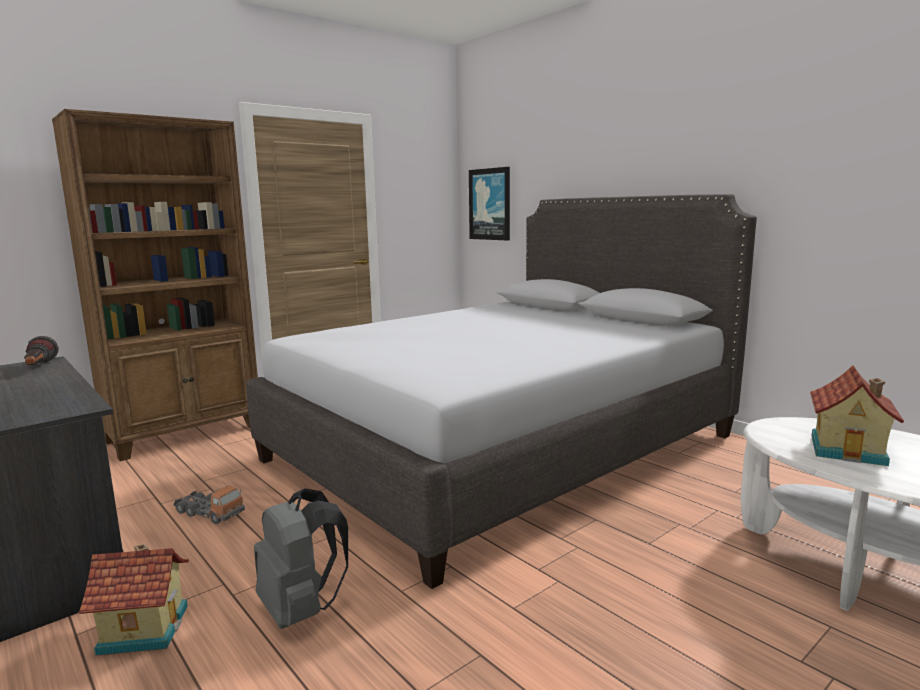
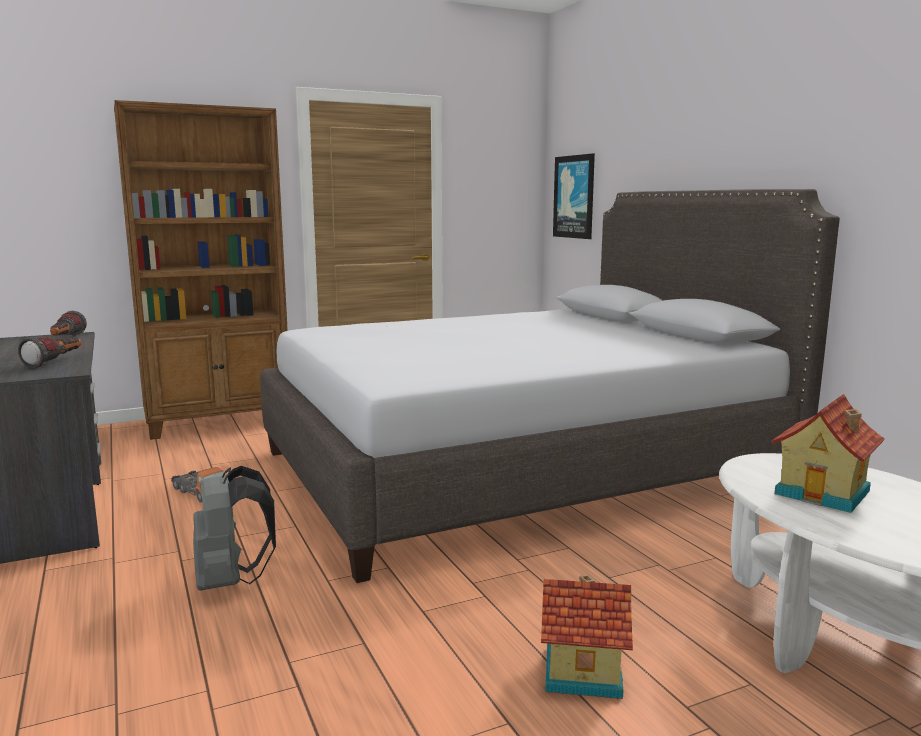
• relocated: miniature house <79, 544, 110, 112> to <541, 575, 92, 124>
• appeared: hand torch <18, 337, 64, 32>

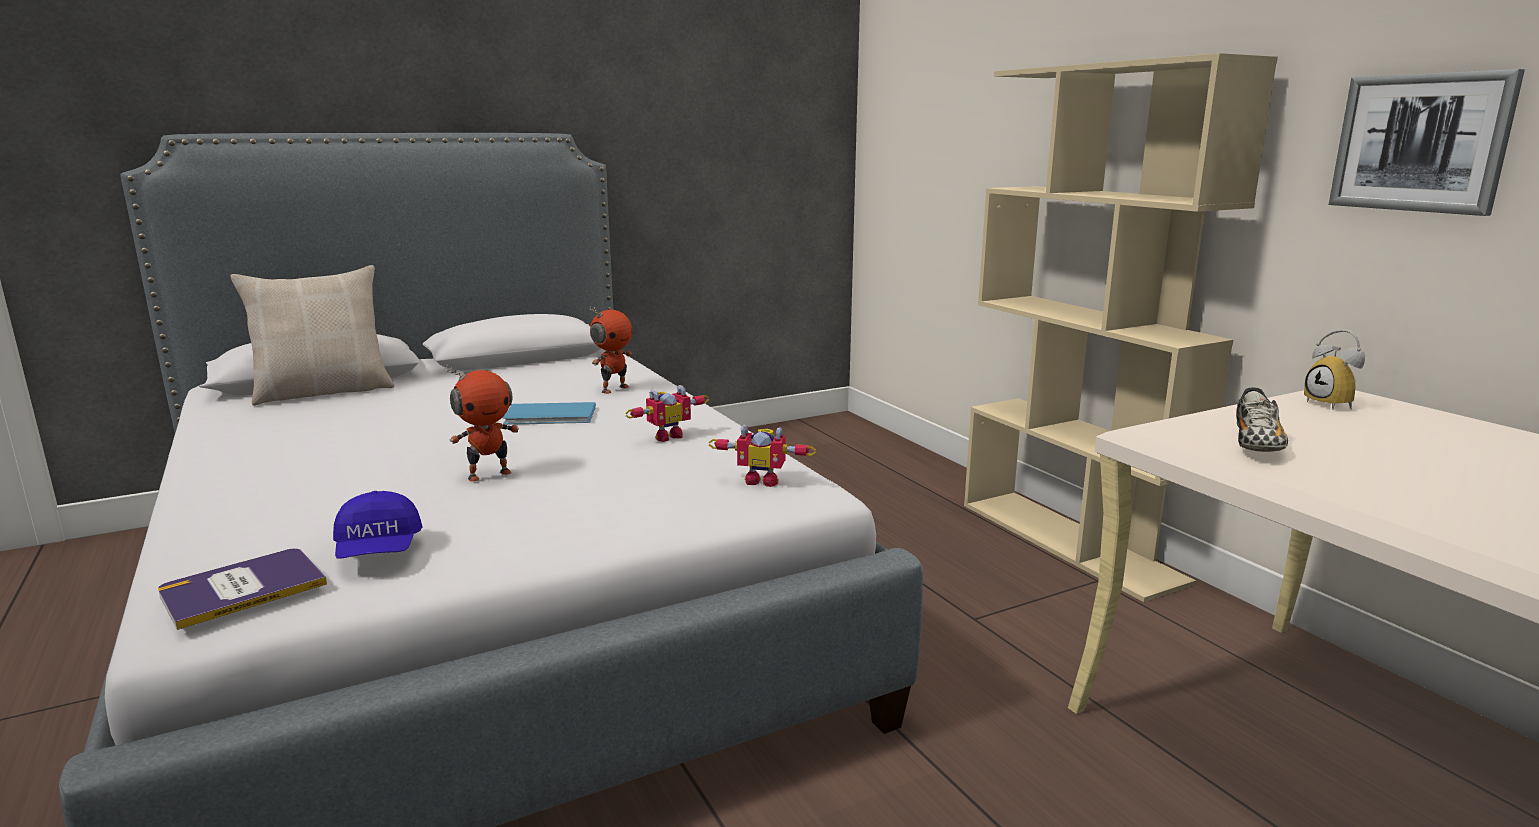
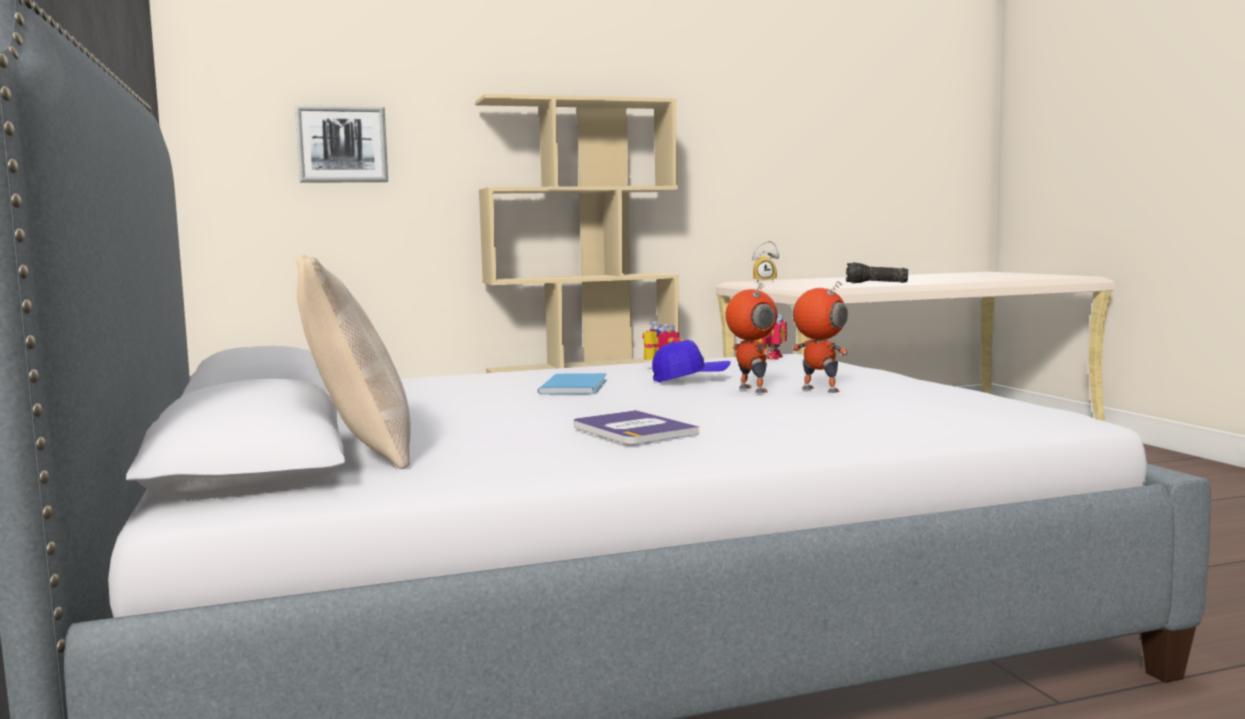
• relocated: wall art <1329, 69, 196, 147> to <295, 105, 93, 78>
• relocated: toy robot <590, 306, 42, 88> to <792, 280, 56, 113>
• missing: item of footwear <1236, 387, 52, 65>
• relocated: blue baseball cap <333, 491, 90, 68> to <652, 340, 79, 42>
• relocated: bound book <158, 549, 169, 81> to <574, 410, 125, 34>
• appeared: hand torch <846, 262, 62, 21>

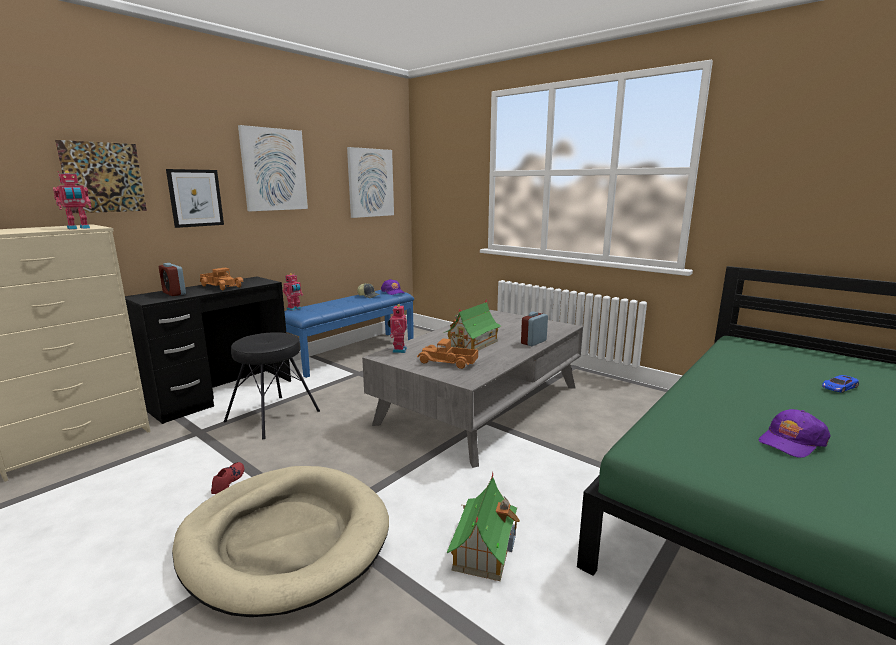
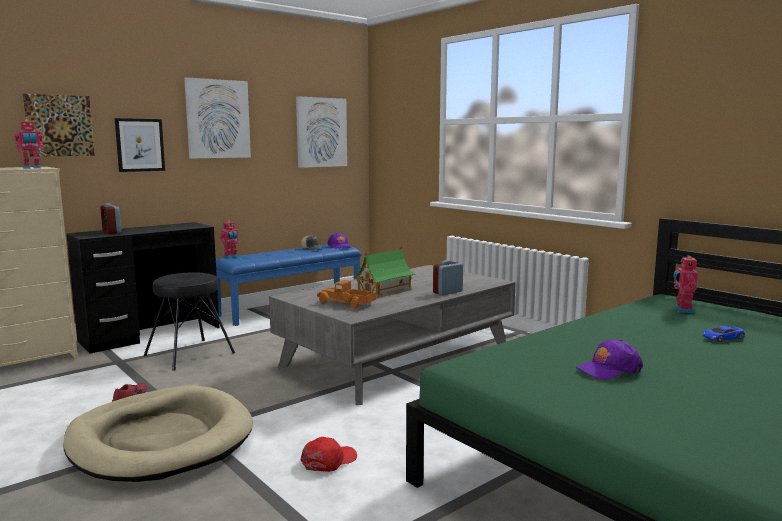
• missing: toy lorry <199, 268, 44, 22>
• relocated: toy robot <388, 304, 19, 49> to <673, 255, 25, 58>
• exchanged: miniature house <447, 472, 73, 109> to red-coloured baseball cap <301, 437, 56, 35>

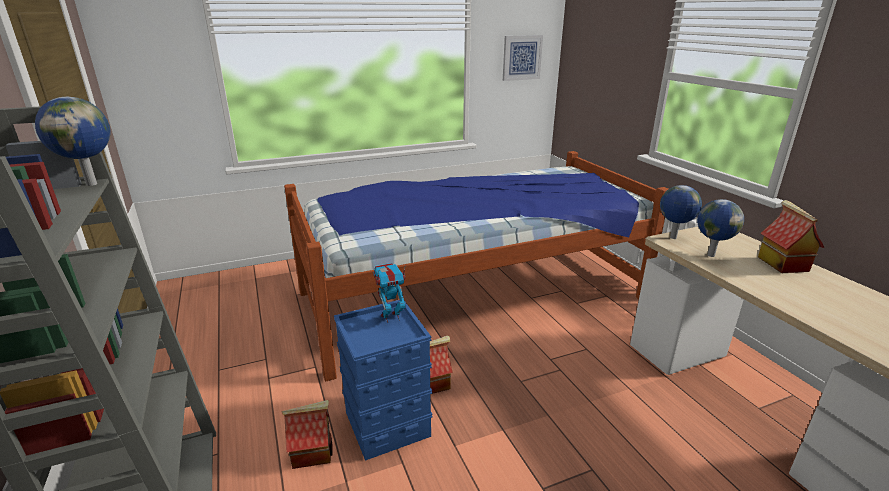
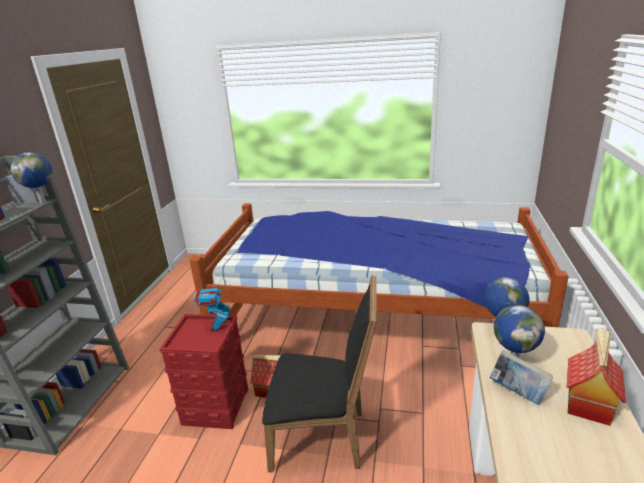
• missing: wall art <503, 35, 40, 46>
• spun: toy robot <373, 263, 33, 60> = <194, 280, 36, 52> 105 degrees counterclockwise
• colour: blue storage container <334, 300, 99, 161> to red-coloured storage container <159, 314, 89, 115>
• missing: miniature house <281, 400, 52, 69>
• appeared: black-coloured plain chair <262, 275, 115, 198>
• appeared: bound book <490, 350, 63, 55>

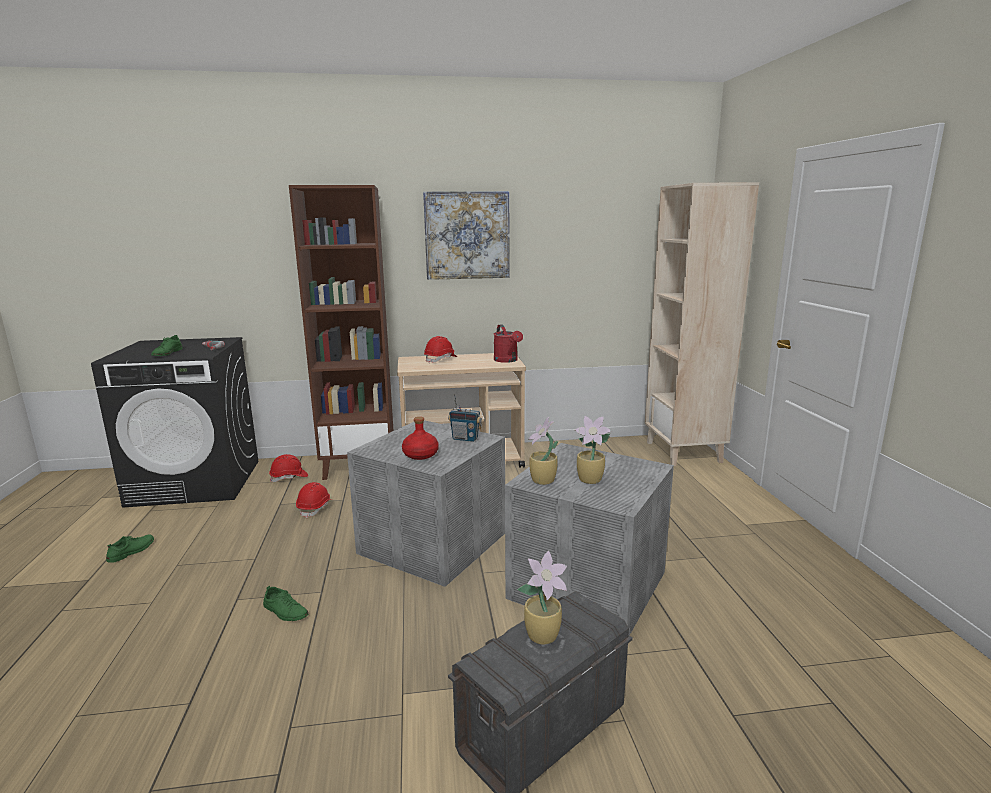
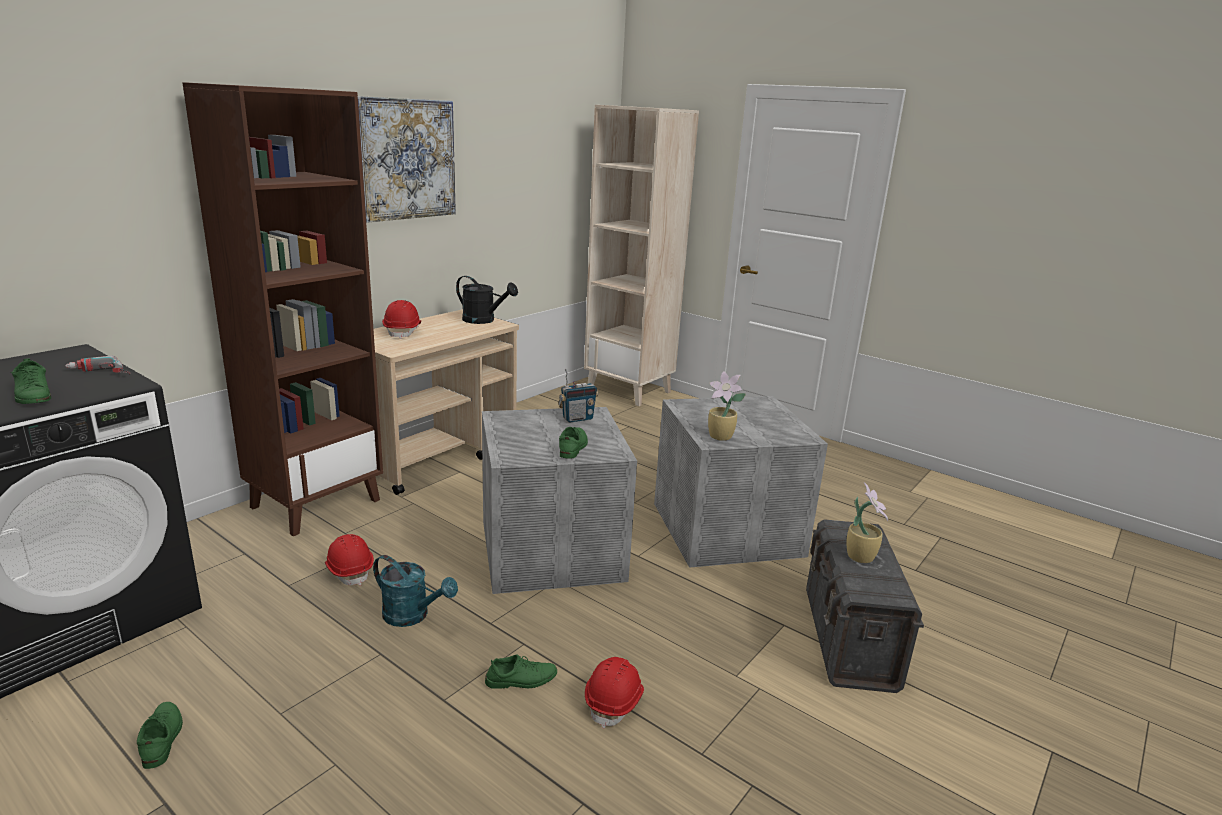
• colour: red-coloured watering pot <493, 324, 30, 39> to black-coloured watering pot <456, 276, 62, 48>
• missing: houseplant <575, 416, 37, 68>
• exchanged: red-coloured drink bottle <402, 417, 37, 43> to green item of footwear <559, 427, 29, 32>
• relocated: red-coloured work helmet <269, 454, 39, 28> to <585, 657, 59, 72>
• appeared: blue-green watering pot <373, 555, 85, 72>

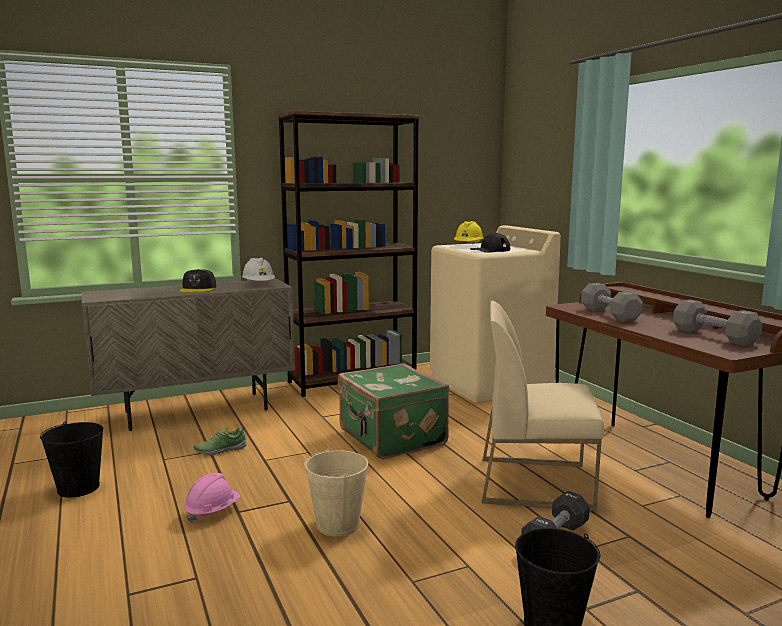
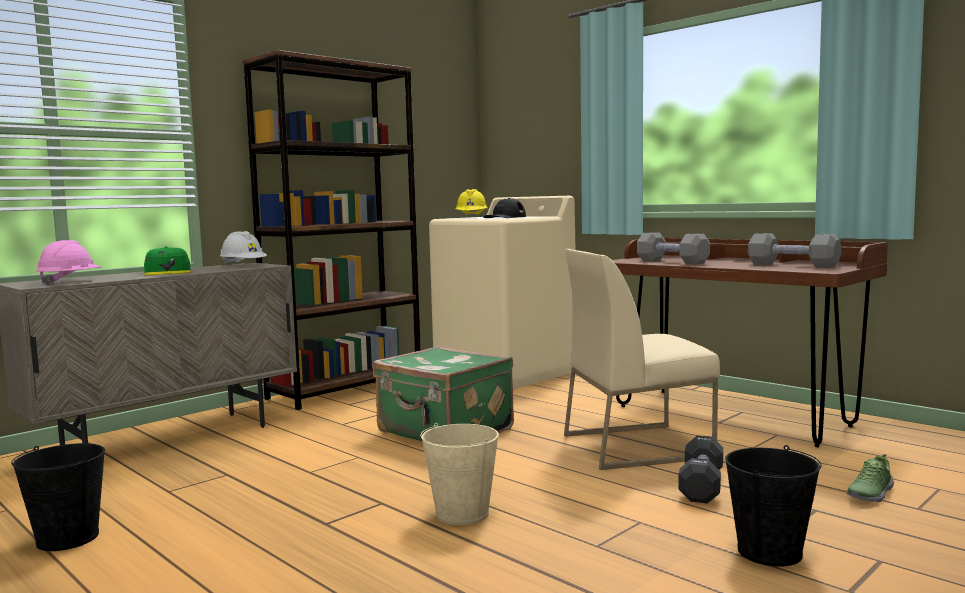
• colour: grey baseball cap <179, 269, 37, 24> to green baseball cap <144, 247, 47, 28>
• relocated: item of footwear <193, 427, 54, 29> to <846, 454, 48, 48>
• relocated: pink-coloured work helmet <184, 473, 57, 50> to <36, 240, 65, 45>

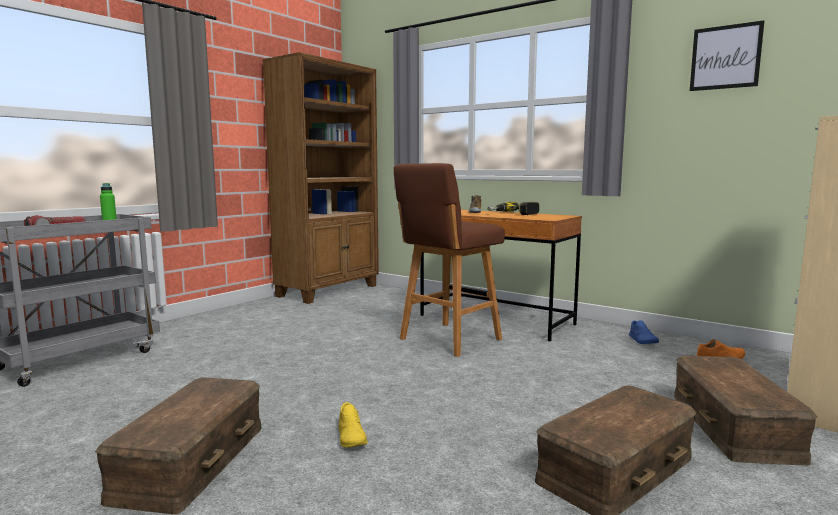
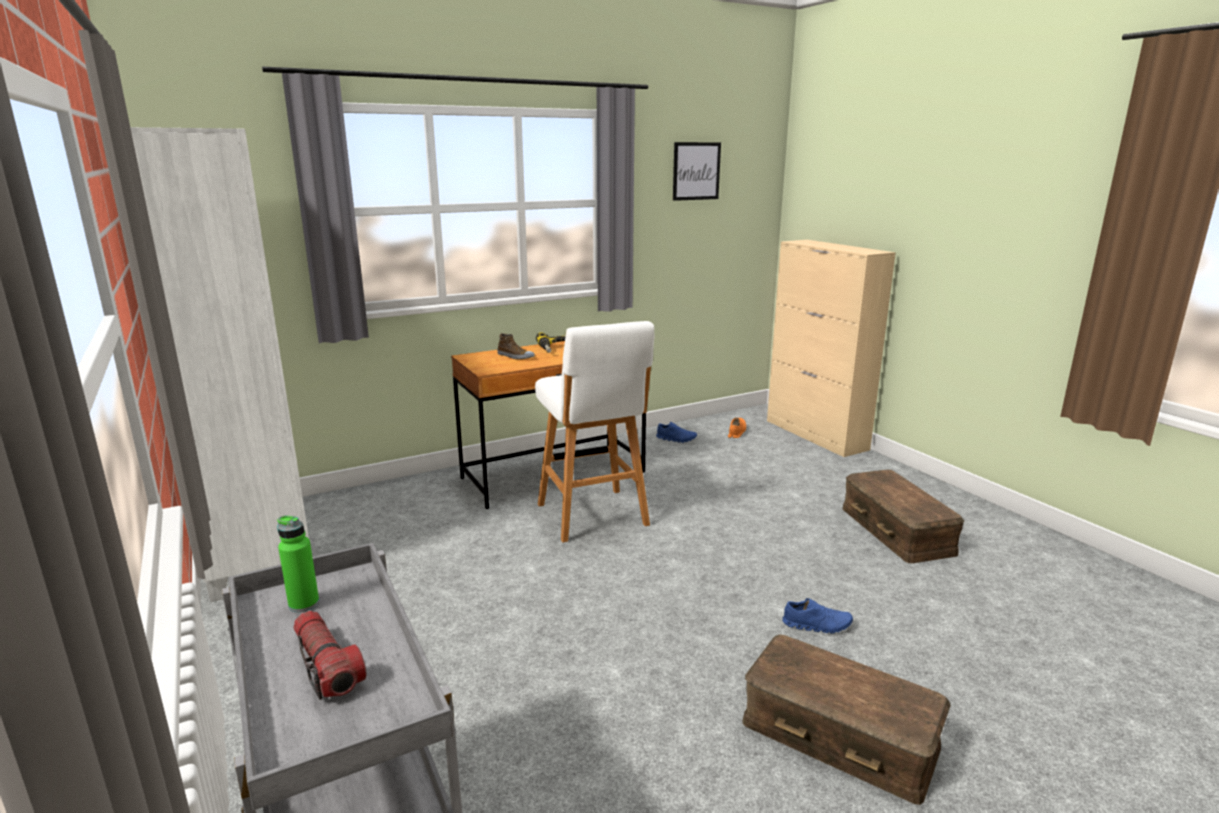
• colour: brown-coloured bookcase <263, 52, 116, 252> to white-coloured bookcase <130, 127, 179, 475>
• colour: brown-coloured sitting stool <394, 163, 111, 194> to white-coloured sitting stool <535, 321, 120, 221>
• missing: brown-coloured storage container <674, 355, 143, 111>
• colour: yellowish item of footwear <338, 402, 30, 46> to blue item of footwear <782, 598, 71, 35>

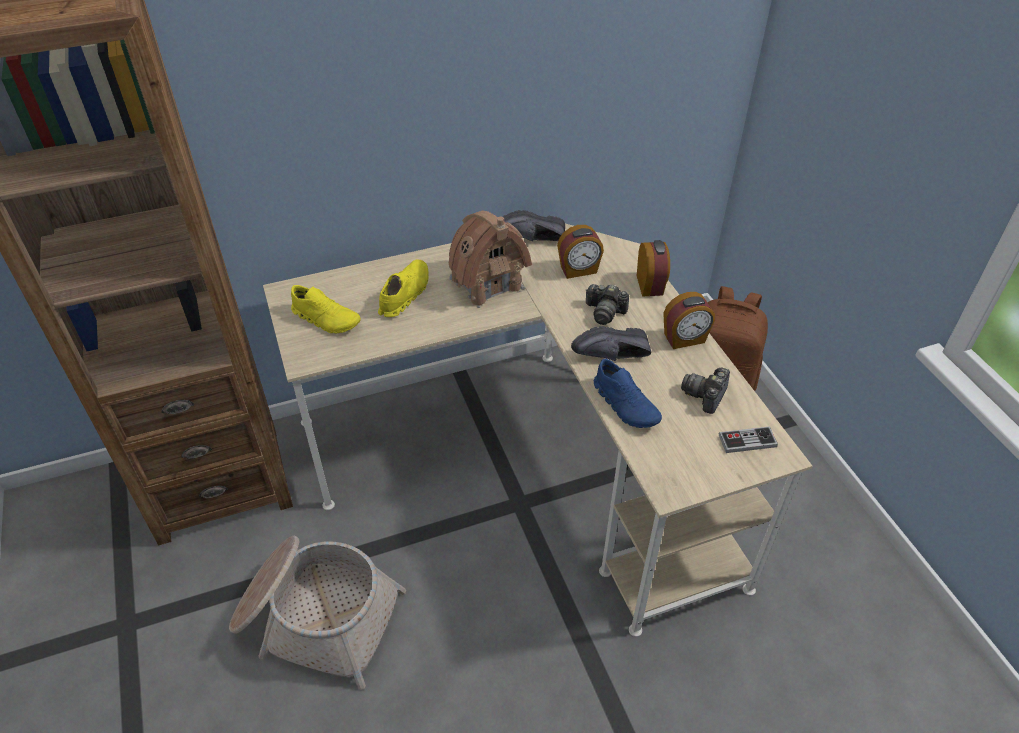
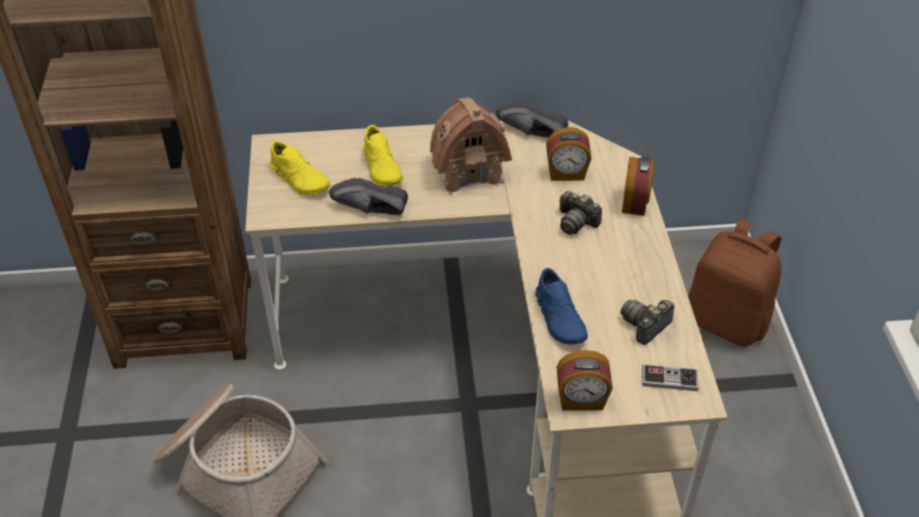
• spun: yellowish item of footwear <378, 259, 51, 58> = <363, 125, 40, 61> 120 degrees clockwise
• relocated: alarm clock <663, 292, 52, 57> to <557, 350, 56, 61>
• relocated: black-coloured item of footwear <571, 326, 80, 35> to <329, 178, 79, 37>

